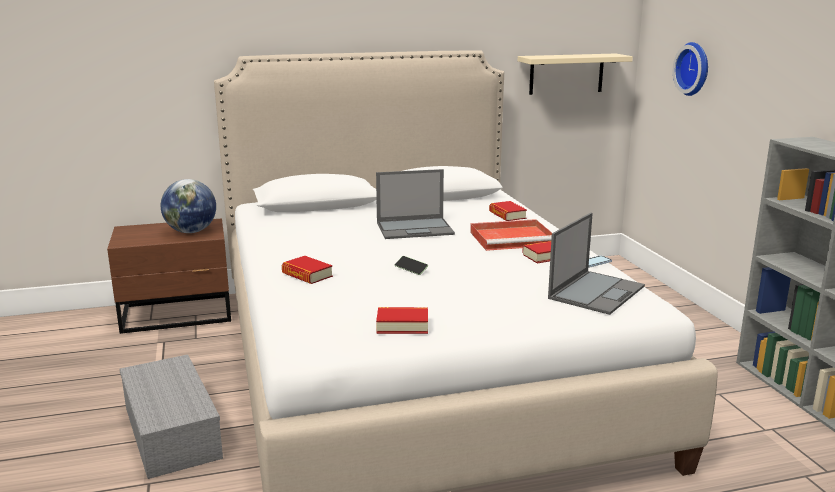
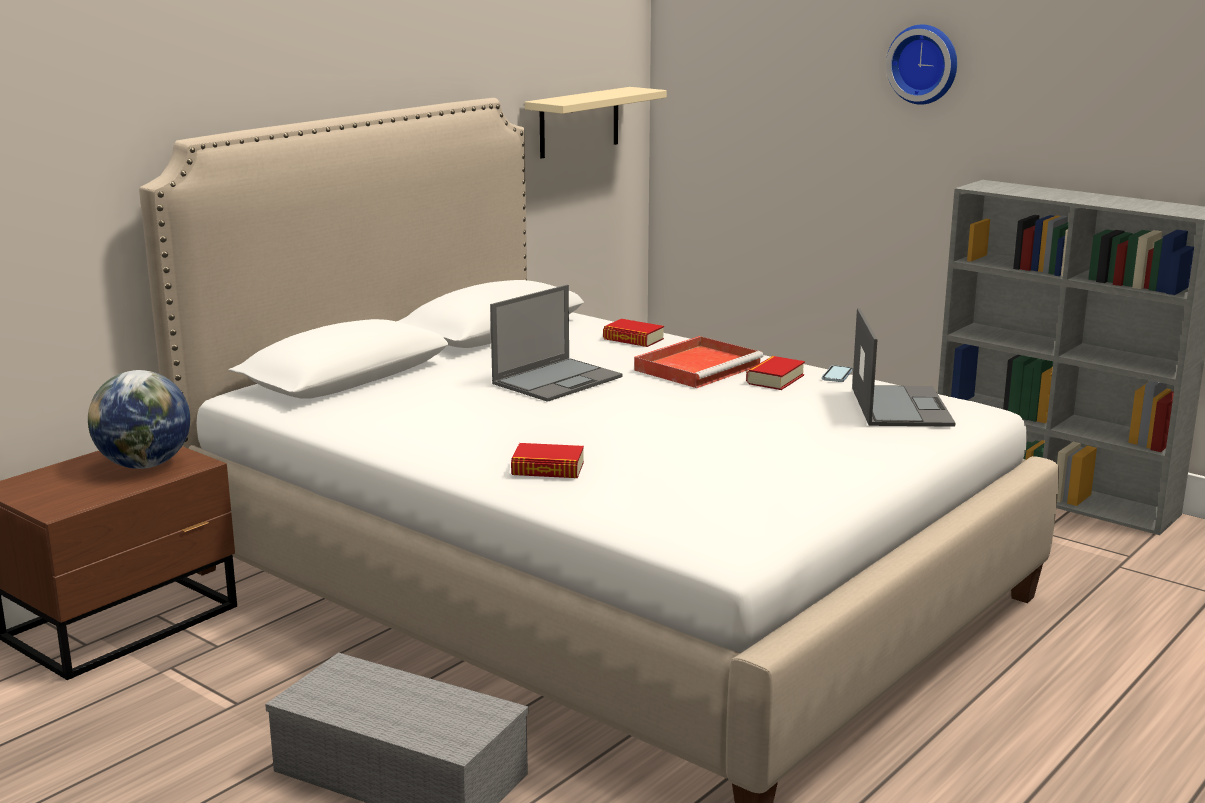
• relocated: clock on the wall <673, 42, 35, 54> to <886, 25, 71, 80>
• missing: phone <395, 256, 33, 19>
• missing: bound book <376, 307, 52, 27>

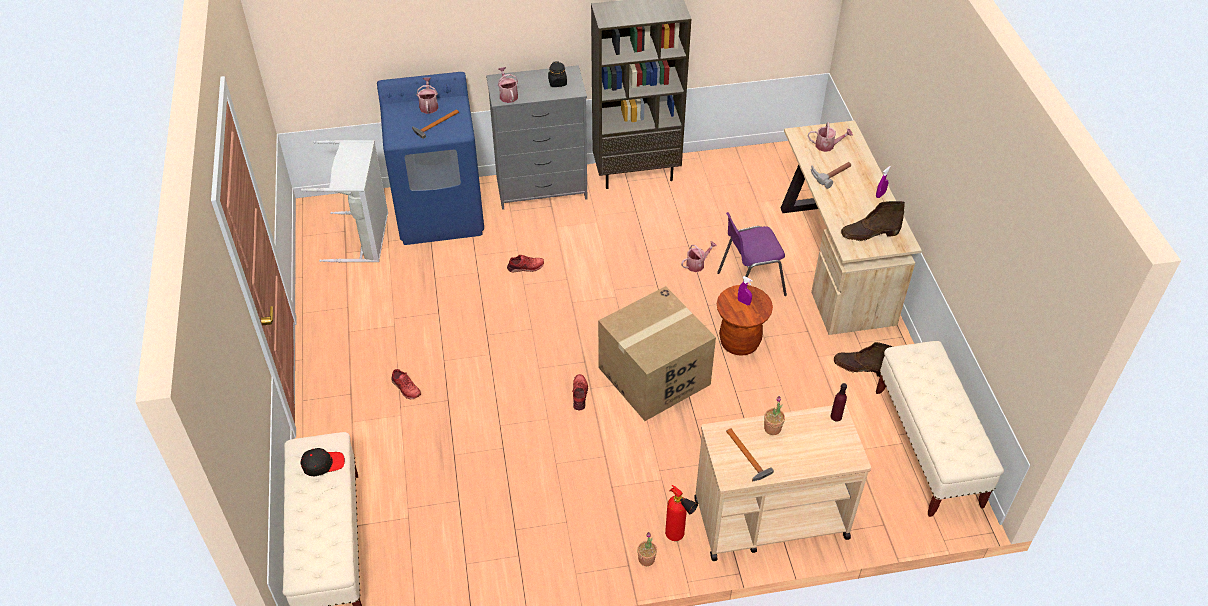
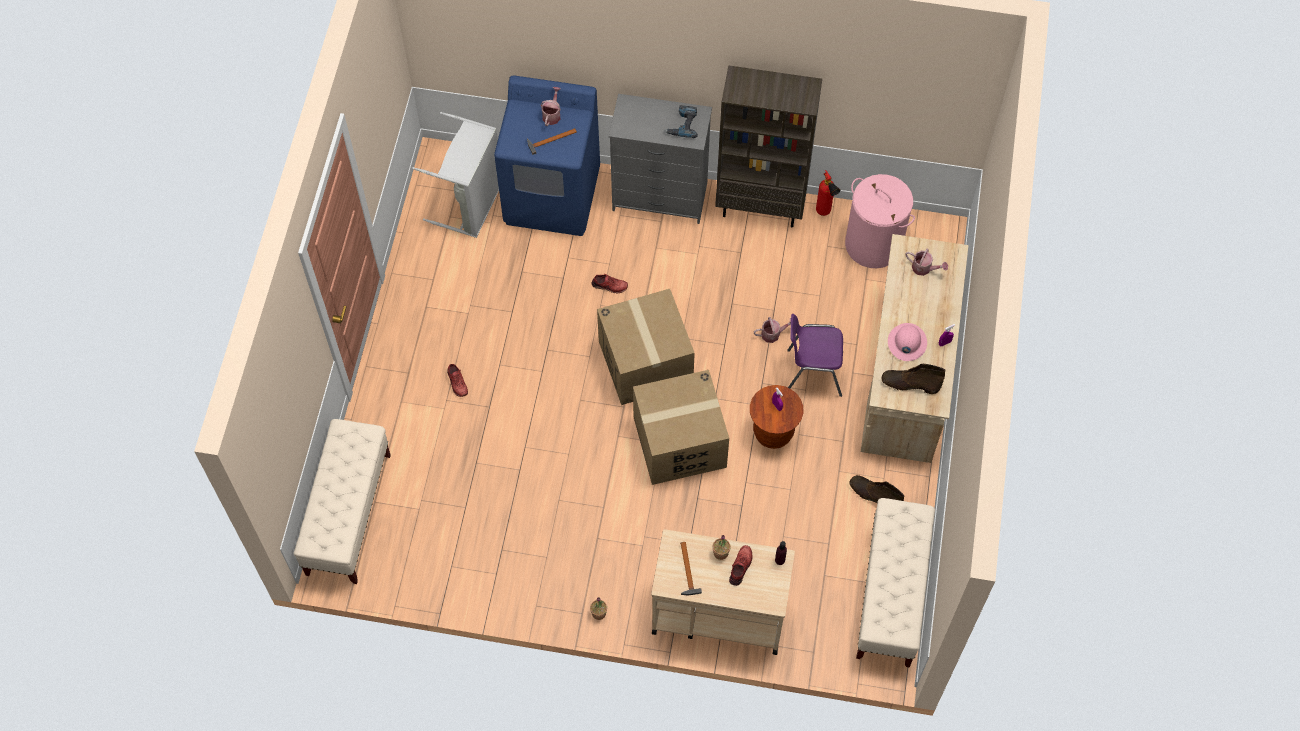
• exchanged: black-coloured jar <548, 61, 19, 26> to electric drill <664, 105, 34, 33>
• missing: watering pot <498, 67, 20, 36>
• missing: tool hammer <811, 162, 40, 27>
• relocated: red-coloured item of footwear <572, 374, 16, 36> to <729, 545, 24, 41>
• missing: black-coloured baseball cap <301, 448, 44, 28>
• relocated: fire-fighting cylinder <665, 485, 33, 56> to <816, 170, 24, 46>
• appeared: pink-coloured hamper <845, 174, 70, 94>
• appeared: cardboard box <597, 289, 98, 116>
• appeared: pink-coloured work helmet <888, 323, 39, 38>

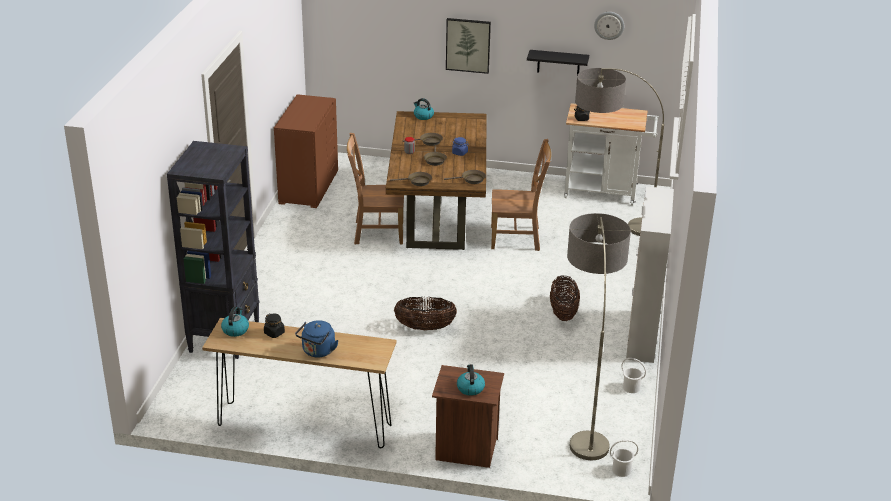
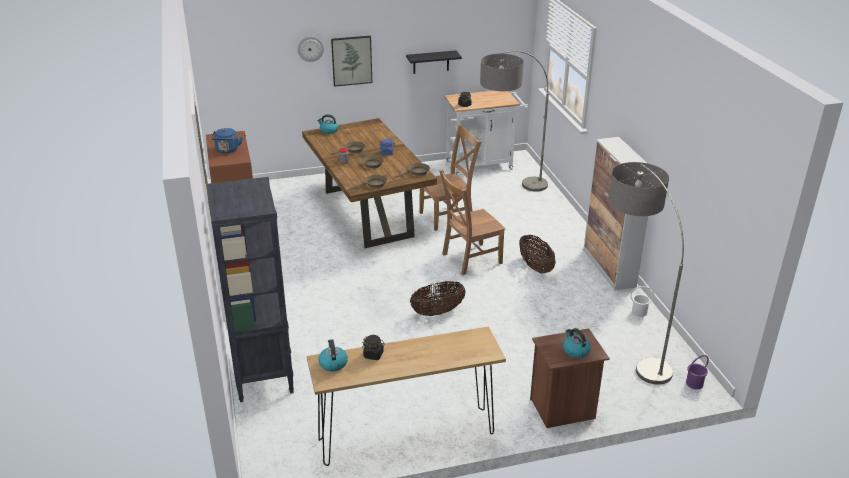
• relocated: clock on the wall <594, 12, 30, 28> to <297, 36, 27, 26>
• relocated: brown-coloured plain chair <347, 133, 57, 112> to <439, 170, 66, 105>
• relocated: blue water kettle <295, 320, 44, 38> to <211, 128, 31, 25>
• colour: white-coloured water bucket <610, 440, 28, 37> to purplish water bucket <686, 355, 23, 34>

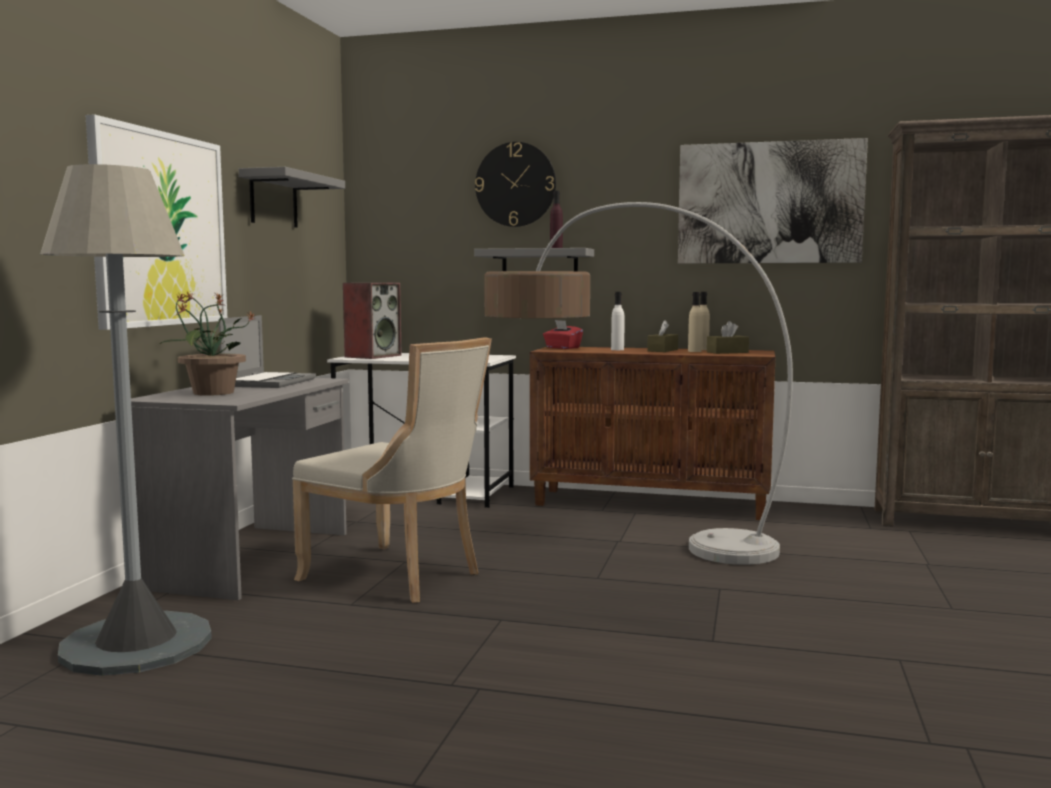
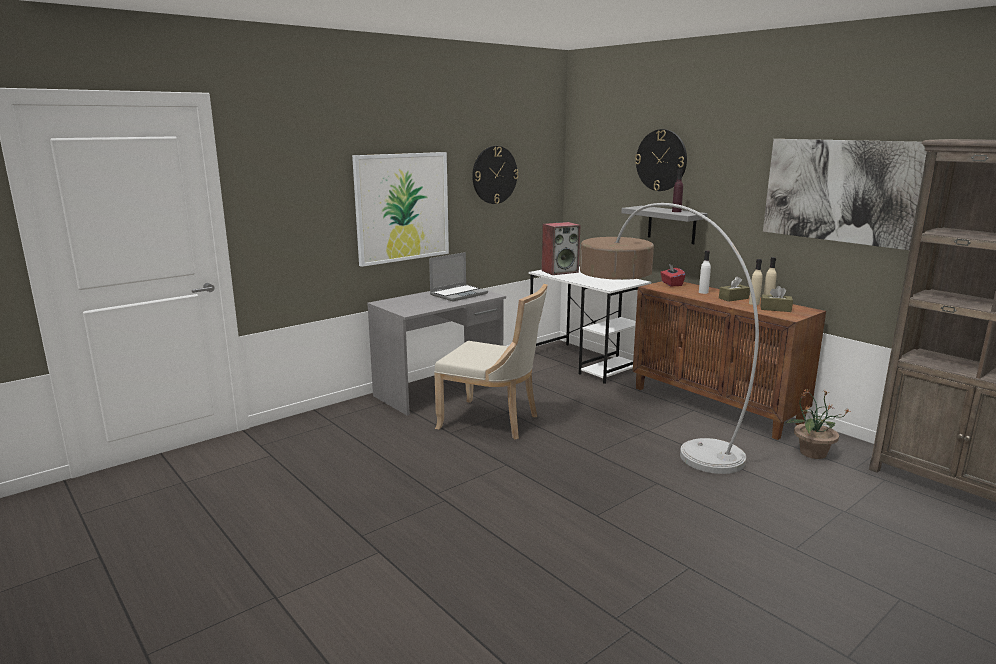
• missing: grey standing lamp <40, 164, 172, 512>
• exchanged: grey wall shelf <239, 167, 106, 61> to clock on the wall <472, 146, 46, 58>
• relocated: houseplant <158, 291, 97, 105> to <786, 388, 65, 71>
• spun: beige plain chair <292, 337, 200, 266> = <434, 284, 114, 155> 45 degrees counterclockwise

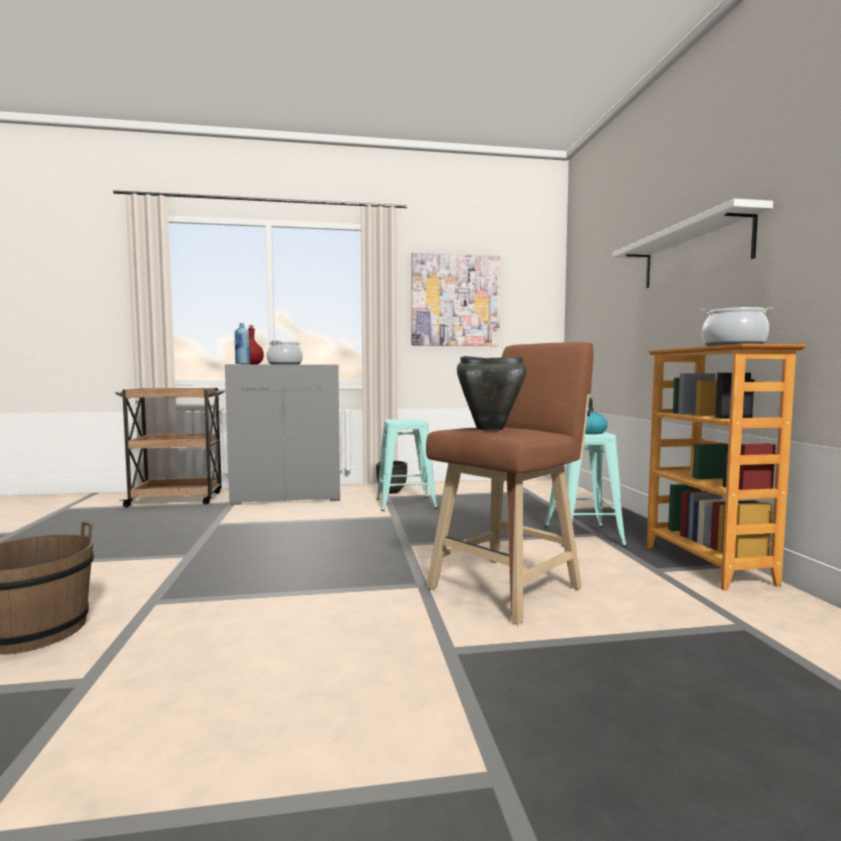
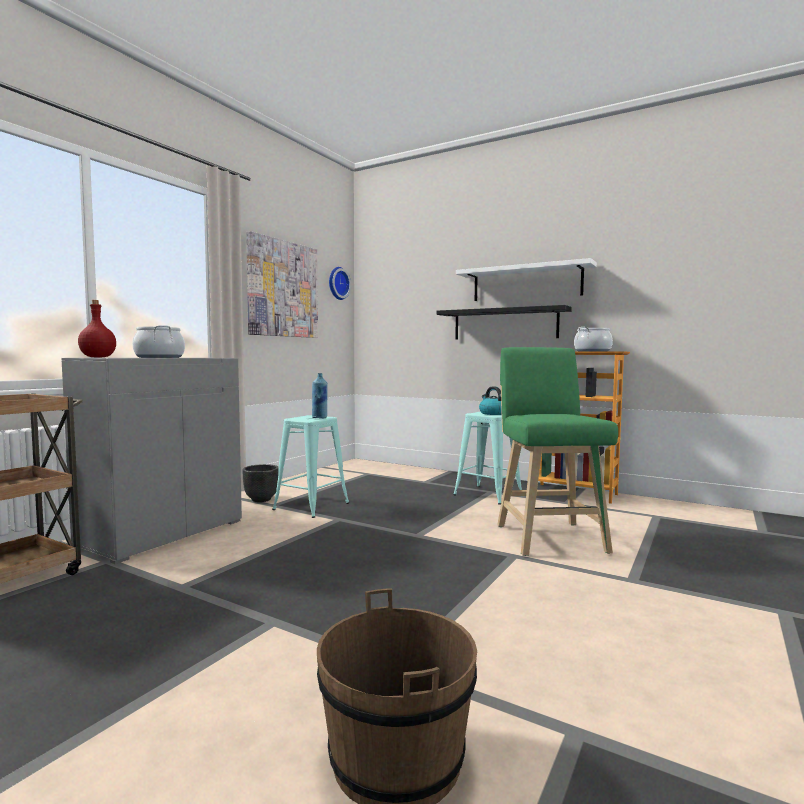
• relocated: blue drink bottle <234, 323, 16, 41> to <312, 373, 16, 45>
• colour: brown-coloured sitting stool <426, 342, 167, 282> to green sitting stool <497, 347, 121, 209>
• missing: black-coloured stockpot <457, 356, 69, 75>
• appeared: clock on the wall <329, 267, 22, 33>
• appeared: black-coloured wall shelf <436, 305, 136, 35>

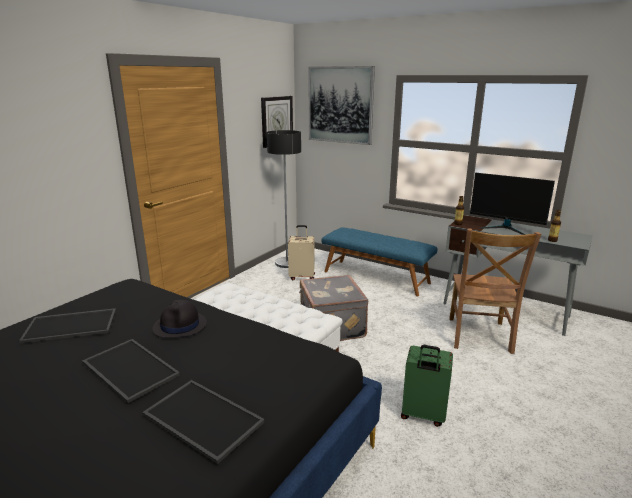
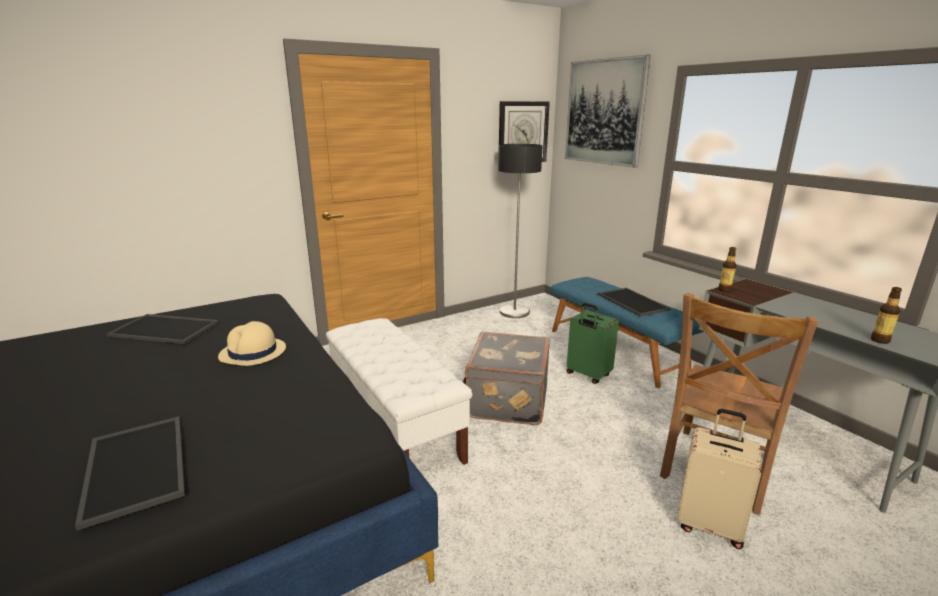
• missing: computer display <470, 173, 85, 62>
• relocated: beige piece of luggage <288, 225, 27, 55> to <677, 409, 85, 140>
• colour: black-coloured wearable hat <153, 300, 54, 38> to beige wearable hat <218, 321, 68, 45>
• relocated: serving tray <82, 339, 98, 64> to <598, 288, 73, 28>
• relocated: green piece of luggage <401, 345, 52, 82> to <566, 303, 53, 81>

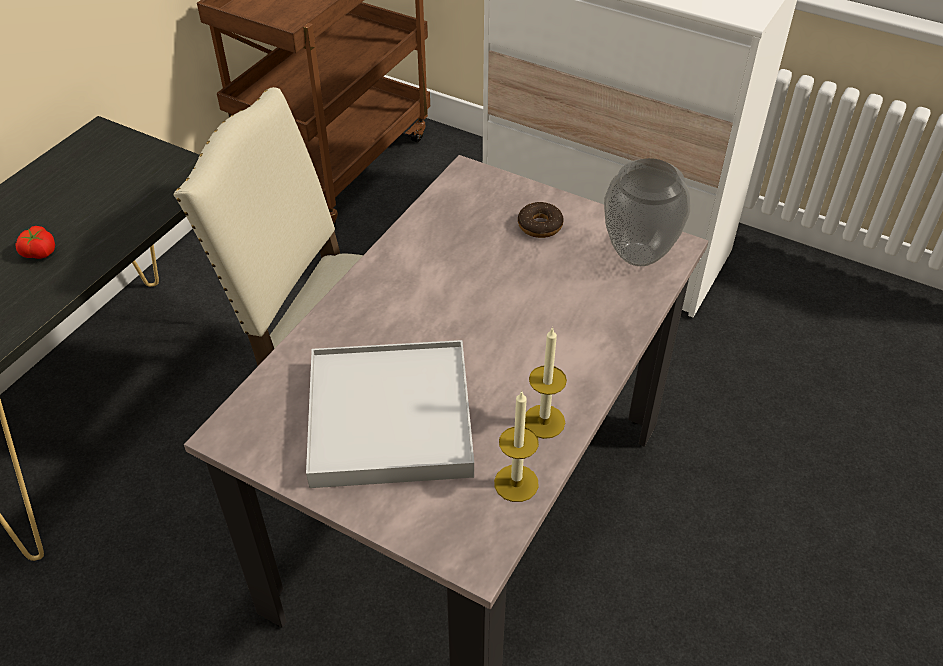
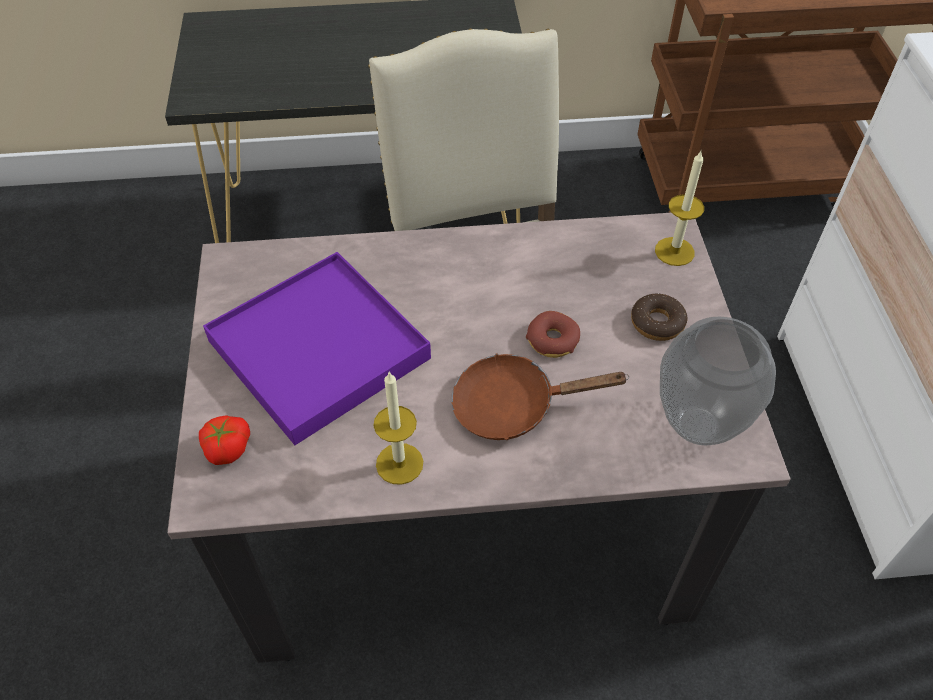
• relocated: whole tomato <15, 226, 40, 33> to <199, 415, 51, 50>
• colour: white-coloured serving tray <306, 340, 168, 148> to purplish serving tray <203, 252, 228, 193>
• relocated: wax candle <494, 390, 45, 112> to <655, 151, 49, 115>
• appeared: doughnut <526, 311, 54, 47>
• appeared: brown-coloured frying pan <451, 353, 178, 87>

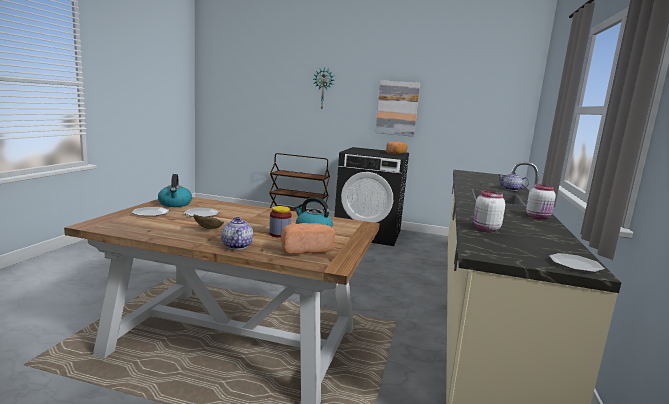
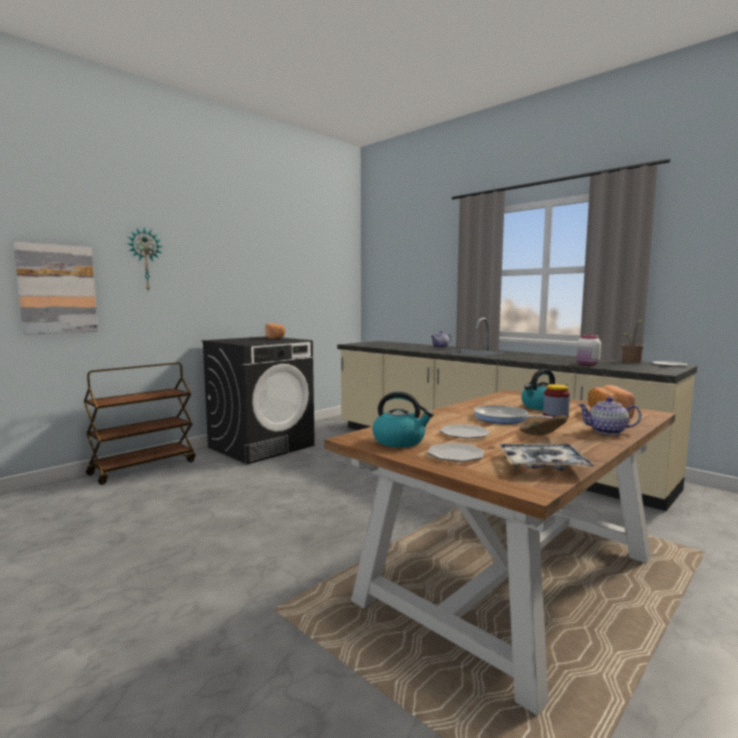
• relocated: wall art <375, 80, 45, 57> to <14, 242, 84, 93>
• missing: white-coloured jar <526, 184, 30, 35>
• appeared: houseplant <622, 320, 21, 43>
• appeared: frying pan <474, 405, 79, 19>
• appeared: serving tray <499, 443, 97, 28>

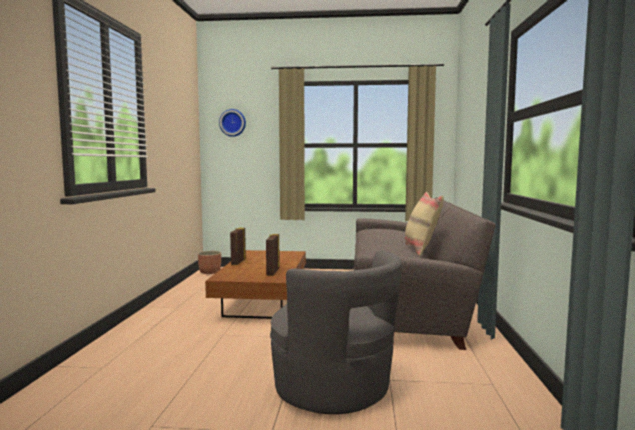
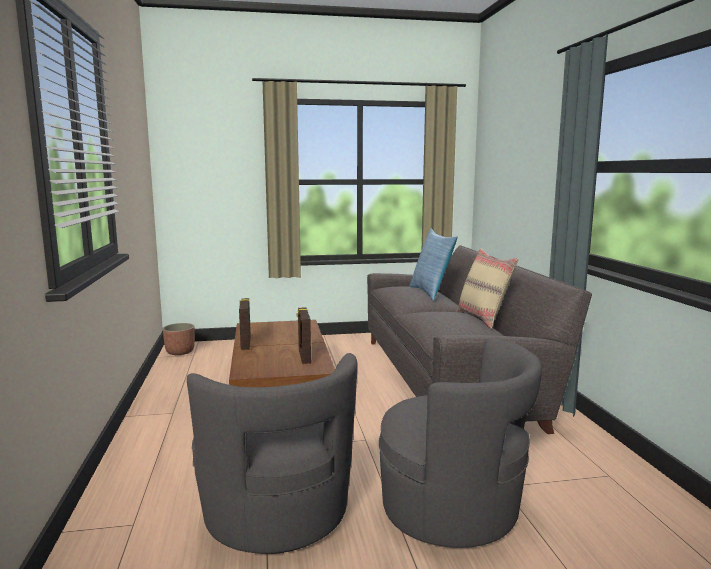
• missing: clock on the wall <219, 109, 27, 28>
• appeared: pillow <410, 229, 48, 72>
• appeared: grey lounge chair <187, 353, 171, 201>

